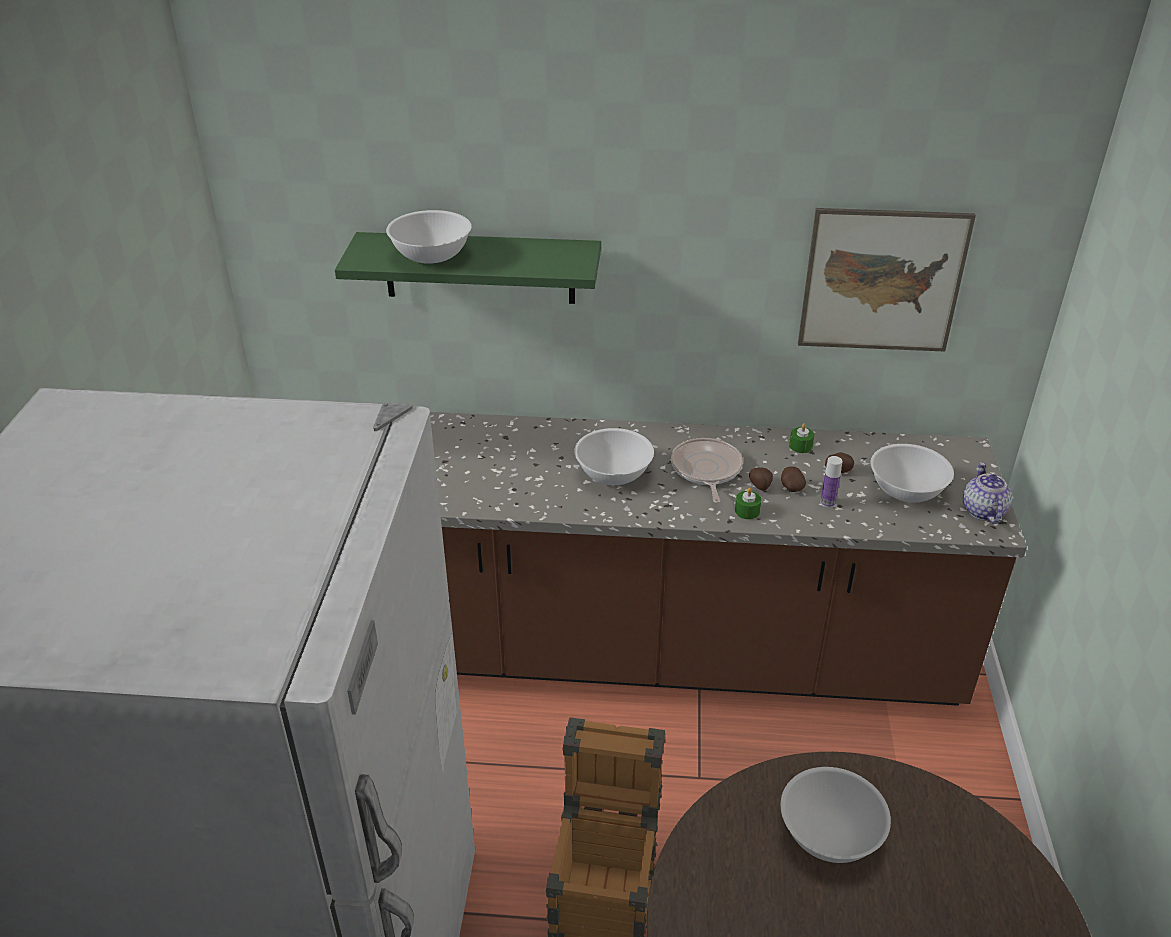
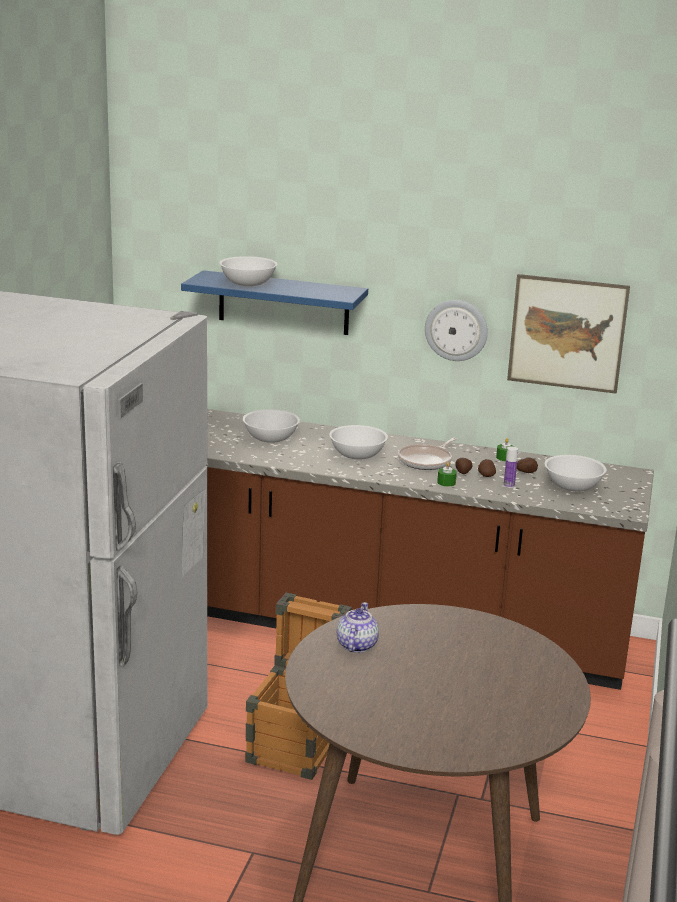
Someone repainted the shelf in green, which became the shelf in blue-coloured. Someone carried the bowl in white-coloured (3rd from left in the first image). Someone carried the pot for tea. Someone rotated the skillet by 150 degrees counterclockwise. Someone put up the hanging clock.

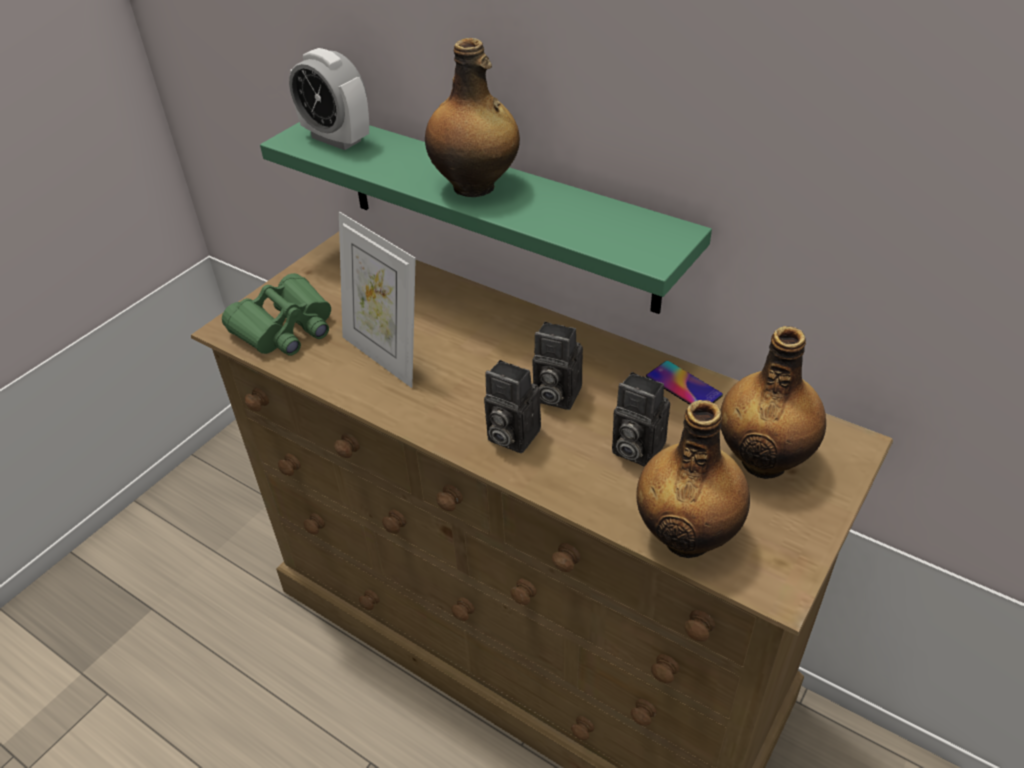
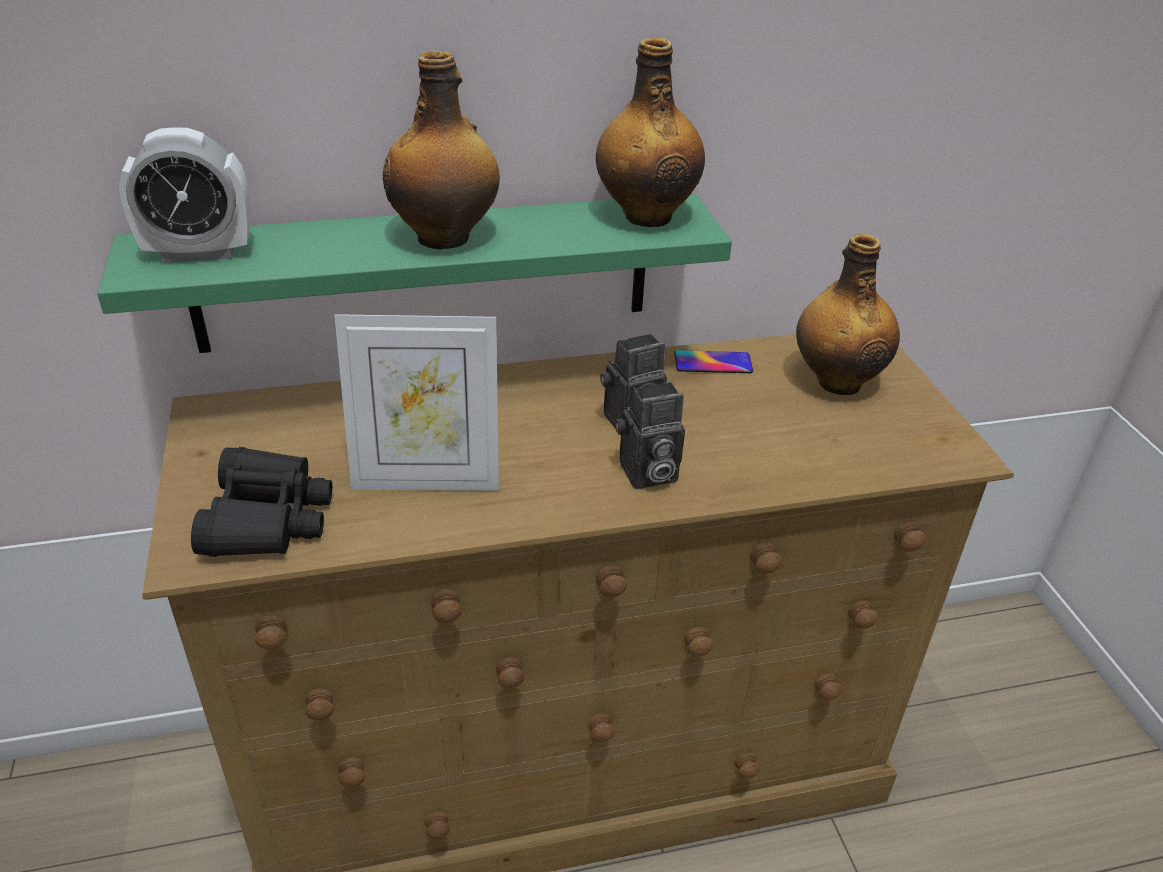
Someone repainted the pair of binoculars in green, which became the pair of binoculars in black. Someone carried the drink bottle (2nd from left). Someone took away the still camera (3rd from left).

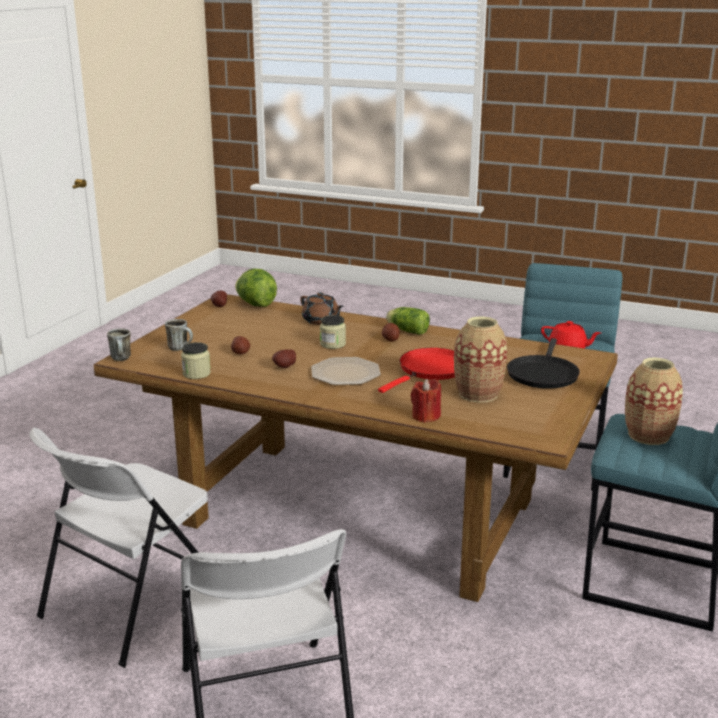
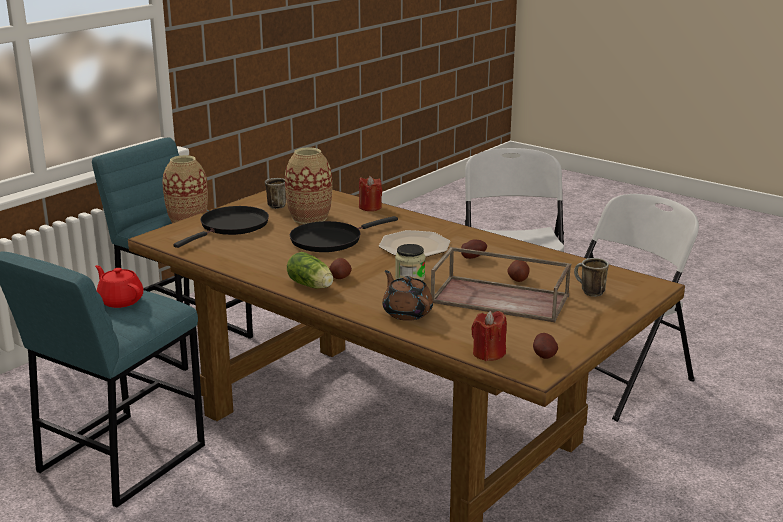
Someone carried the mug (1st from left). Someone repainted the skillet in reddish, which became the skillet in black (2nd from left). Someone put down the carrying tray in brown. Someone swapped the head of lettuce (1st from left) for the wax candle in reddish (2nd from left). Someone took away the storage jar (1st from left).

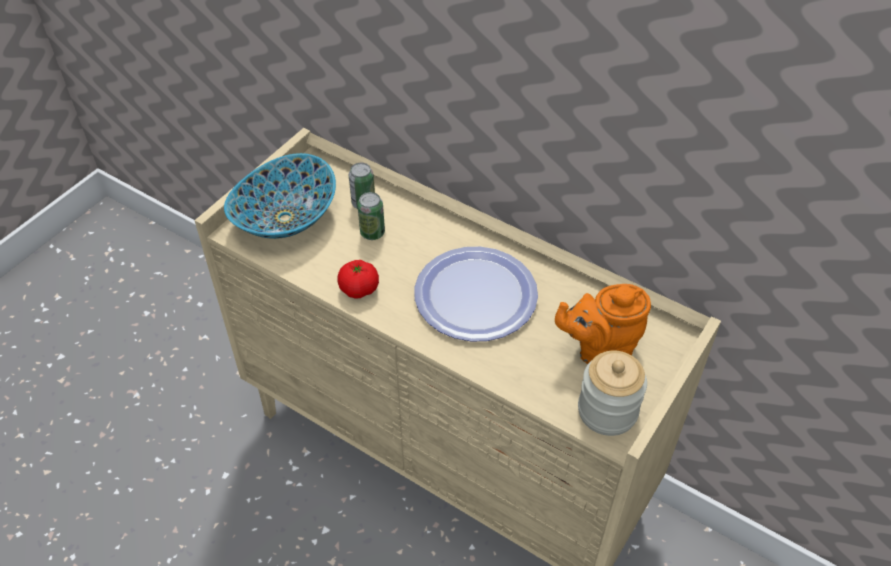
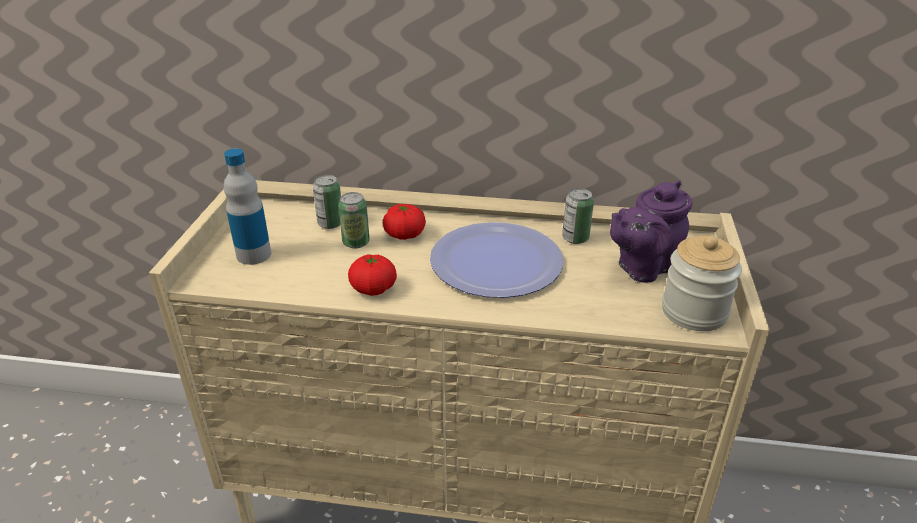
Someone swapped the bowl for the drink bottle. Someone put down the tomato (2nd from left). Someone put down the metal can (3rd from left). Someone repainted the pot for tea in orange, which became the pot for tea in purple-coloured.

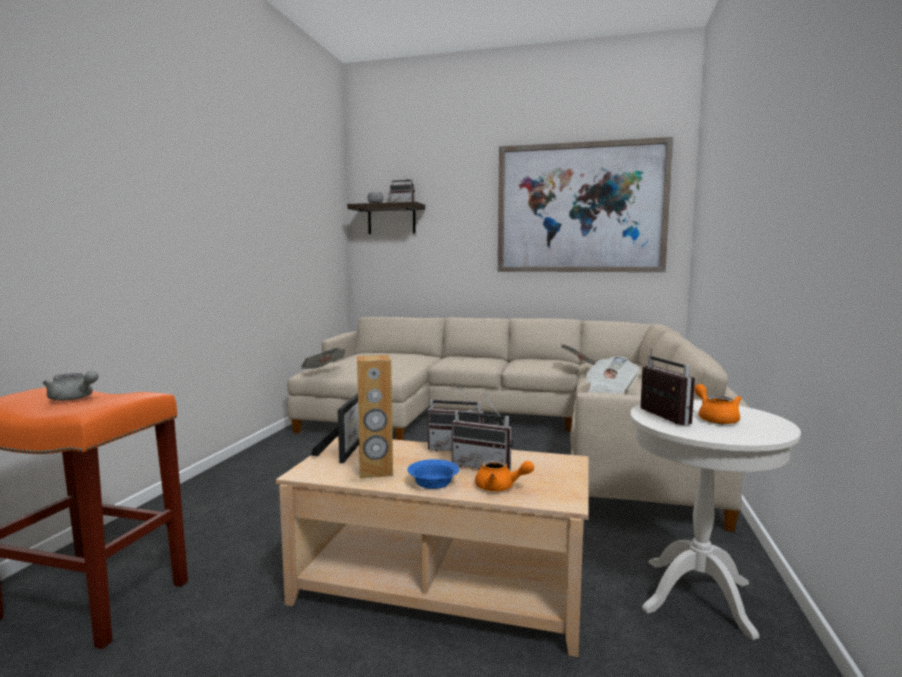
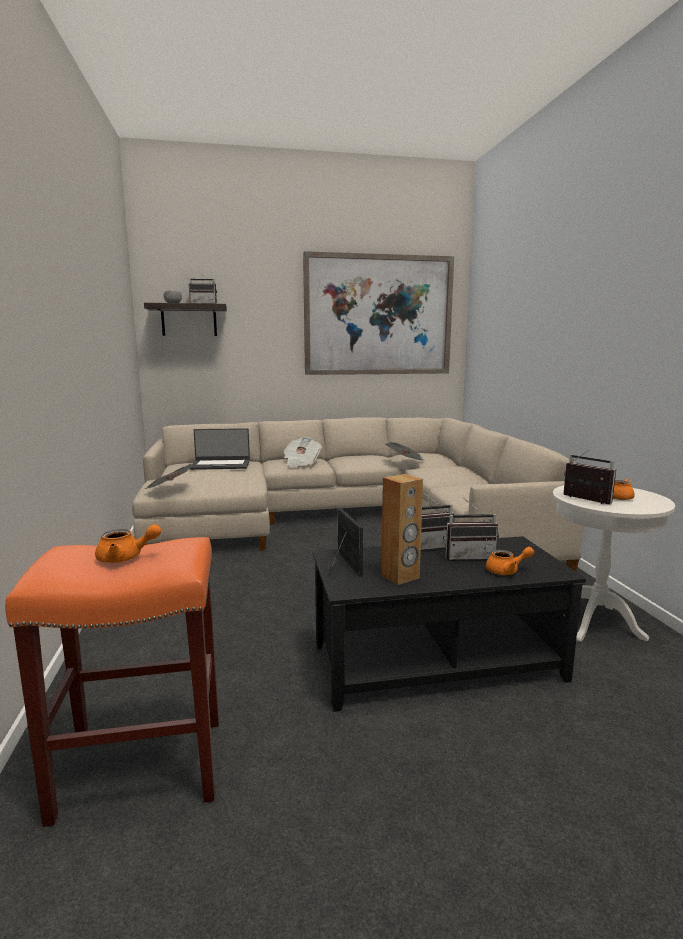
Someone repainted the pot for tea in grey, which became the pot for tea in orange (1st from left). Someone put down the laptop. Someone carried the daily paper (3rd from left in the first image). Someone repainted the coffee table in beige-coloured, which became the coffee table in black. Someone took away the bowl in blue-coloured.

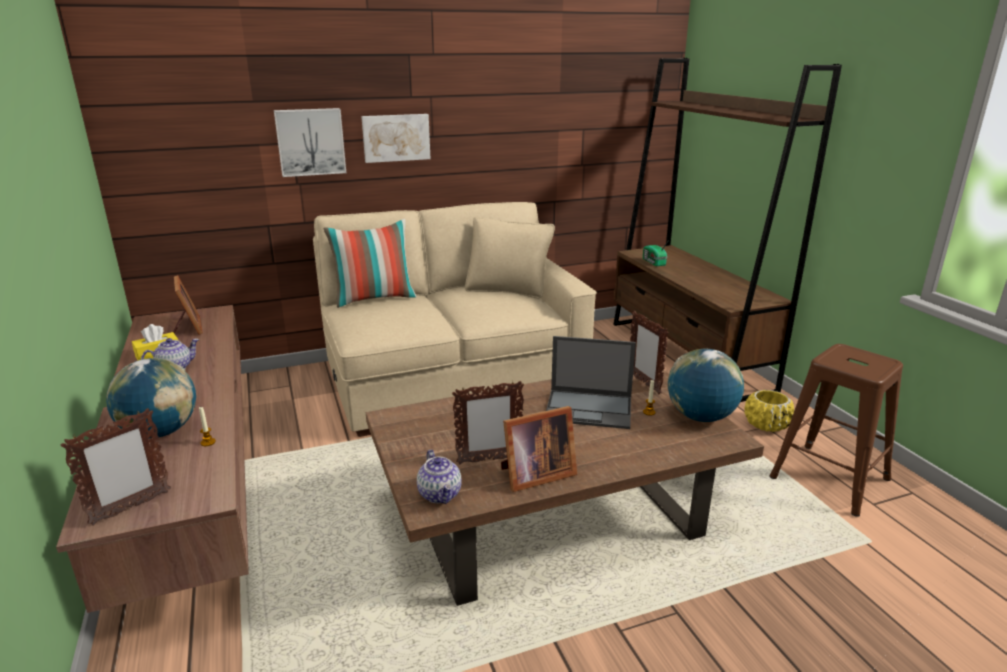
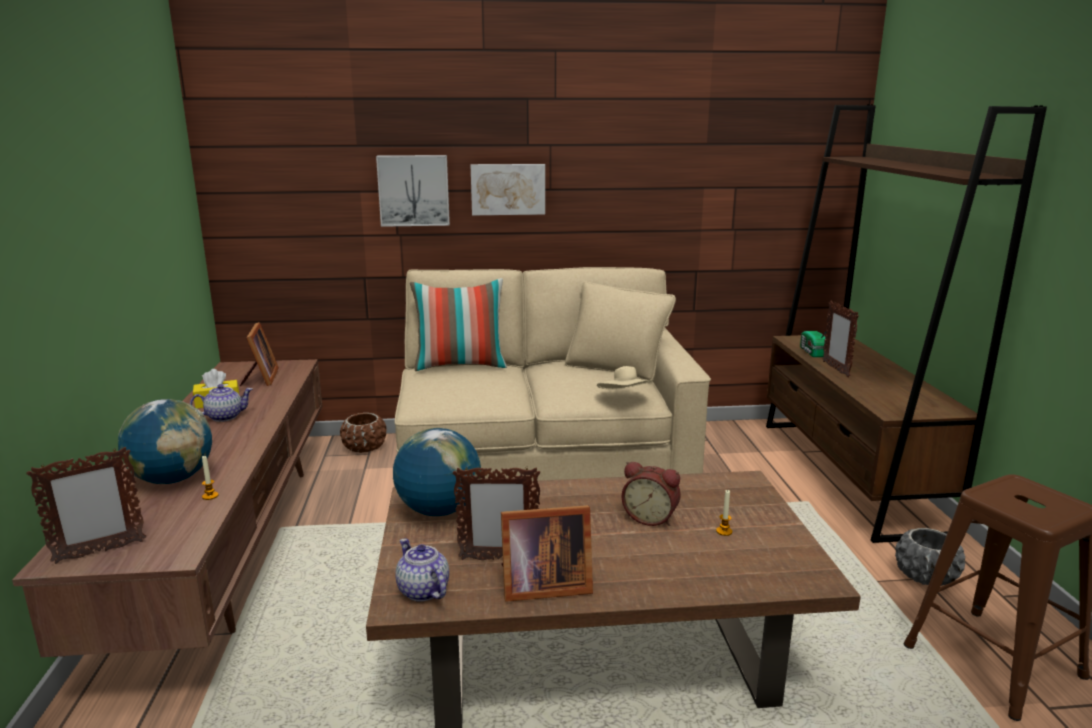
Someone put down the planter in brown. Someone carried the desk globe (2nd from left). Someone rotated the pot for tea (2nd from left) by 150 degrees clockwise. Someone put down the hat in beige-coloured. Someone swapped the laptop for the table clock. Someone carried the standing frame (5th from left). Someone repainted the planter in yellow, which became the planter in grey.

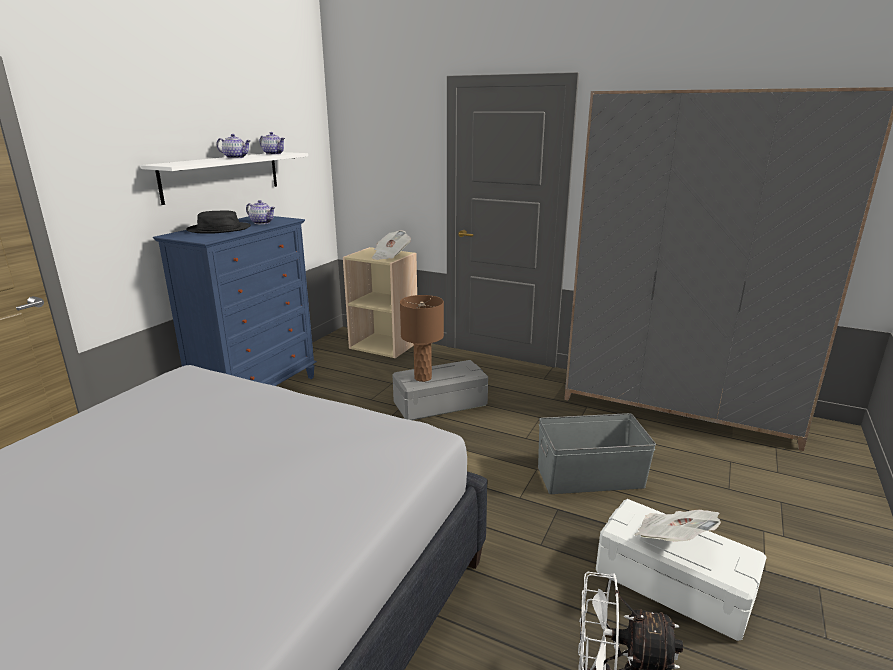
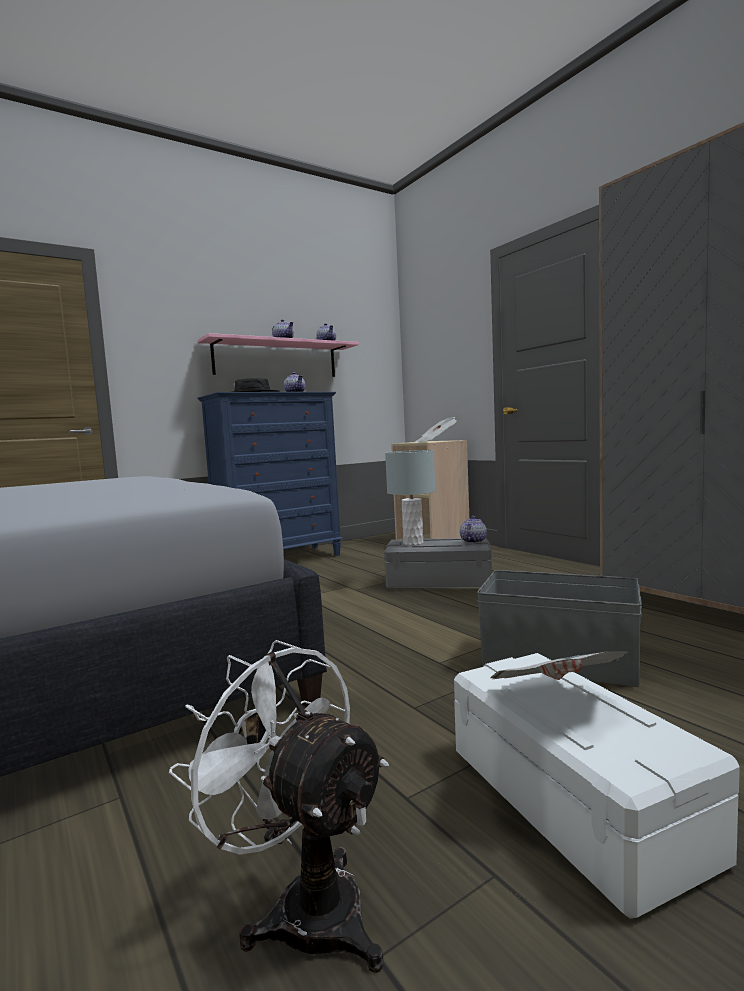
Someone repainted the shelf in white-coloured, which became the shelf in pink. Someone repainted the lamp for a table in brown, which became the lamp for a table in grey. Someone put down the pot for tea (4th from left).

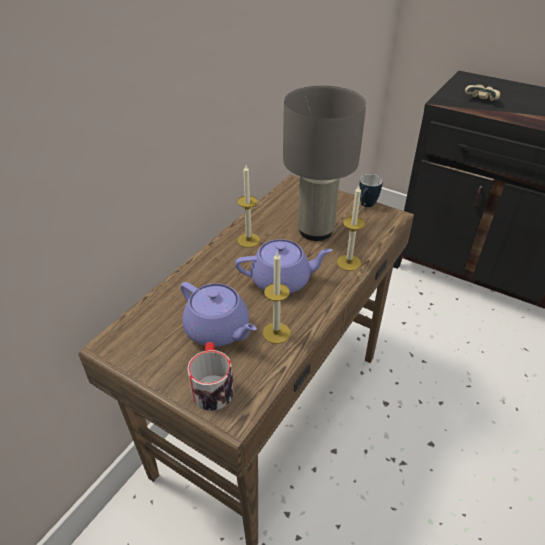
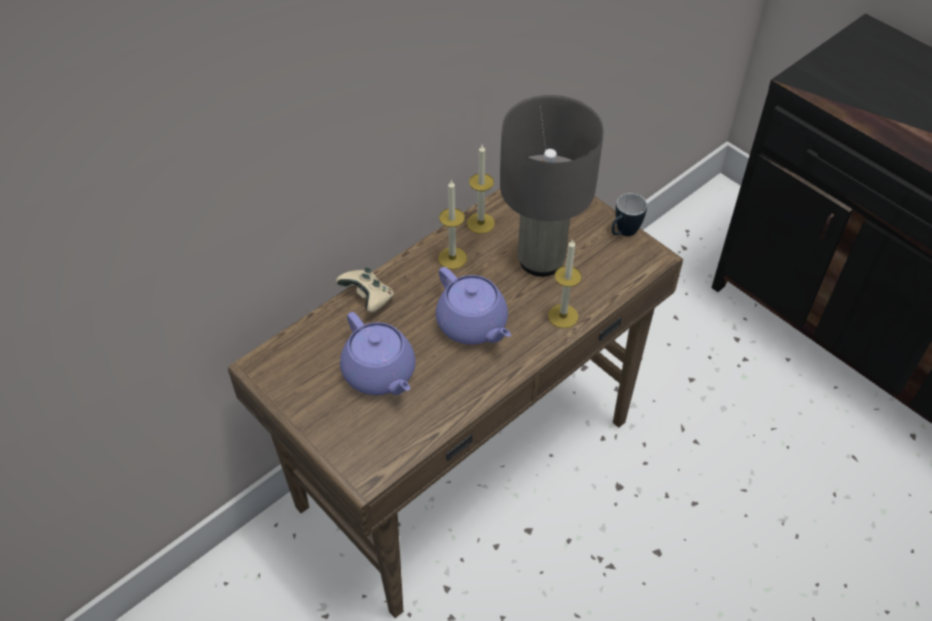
Someone carried the joypad in beige-coloured. Someone rotated the pot for tea in purple-coloured (2nd from left) by 45 degrees clockwise. Someone carried the wax candle (2nd from left). Someone took away the mug (1st from left).

